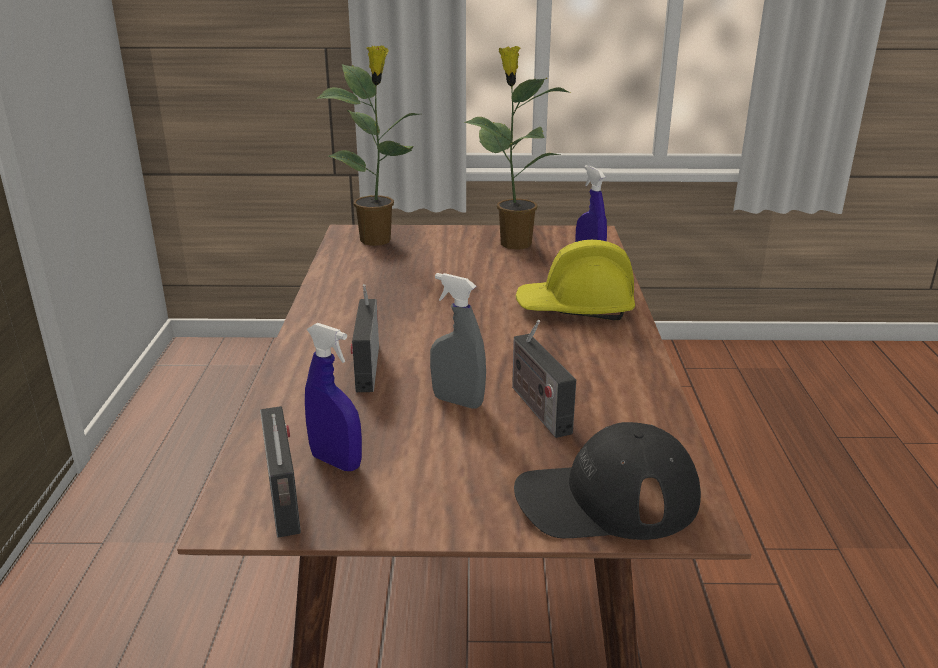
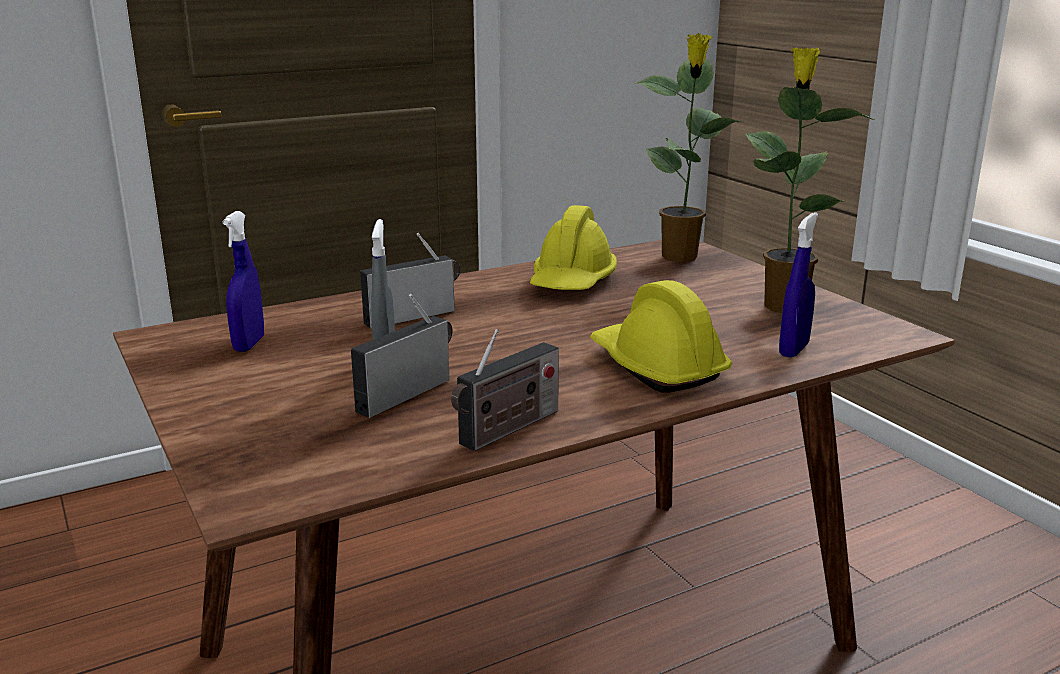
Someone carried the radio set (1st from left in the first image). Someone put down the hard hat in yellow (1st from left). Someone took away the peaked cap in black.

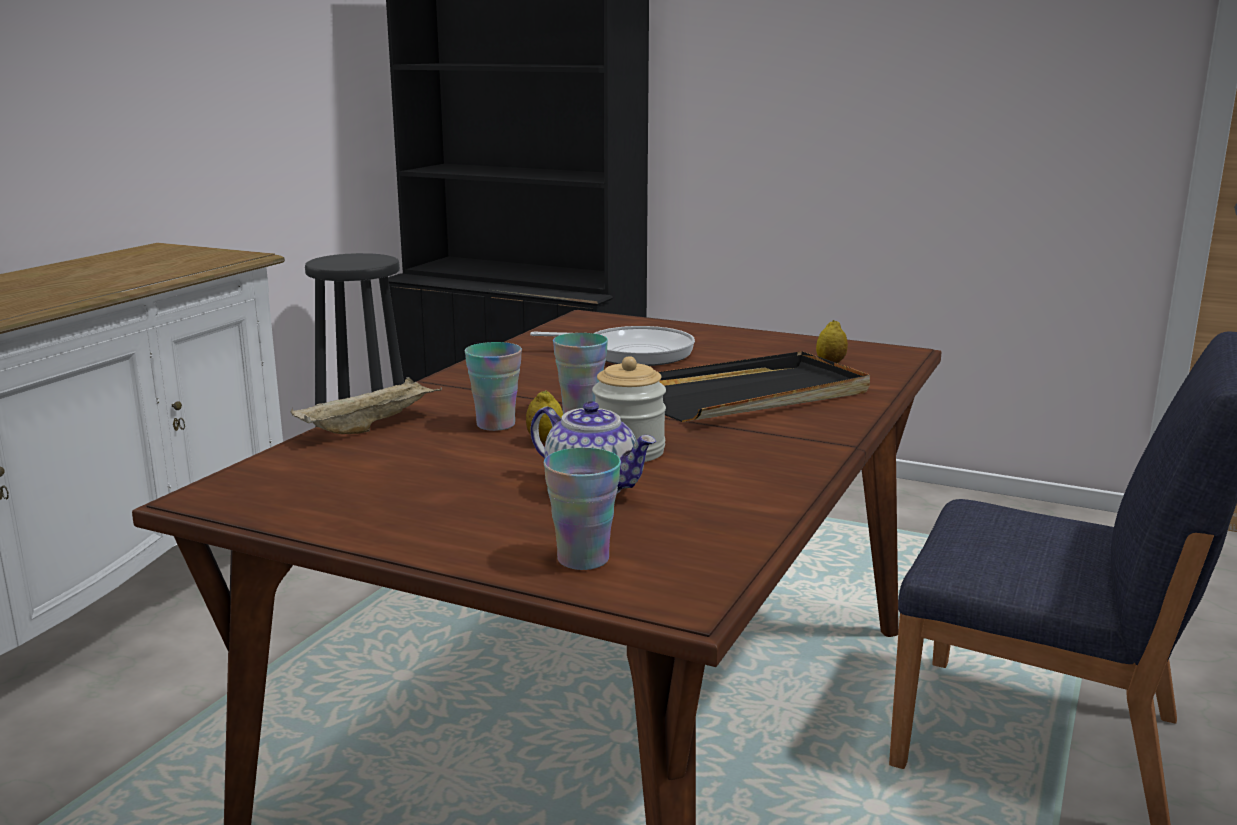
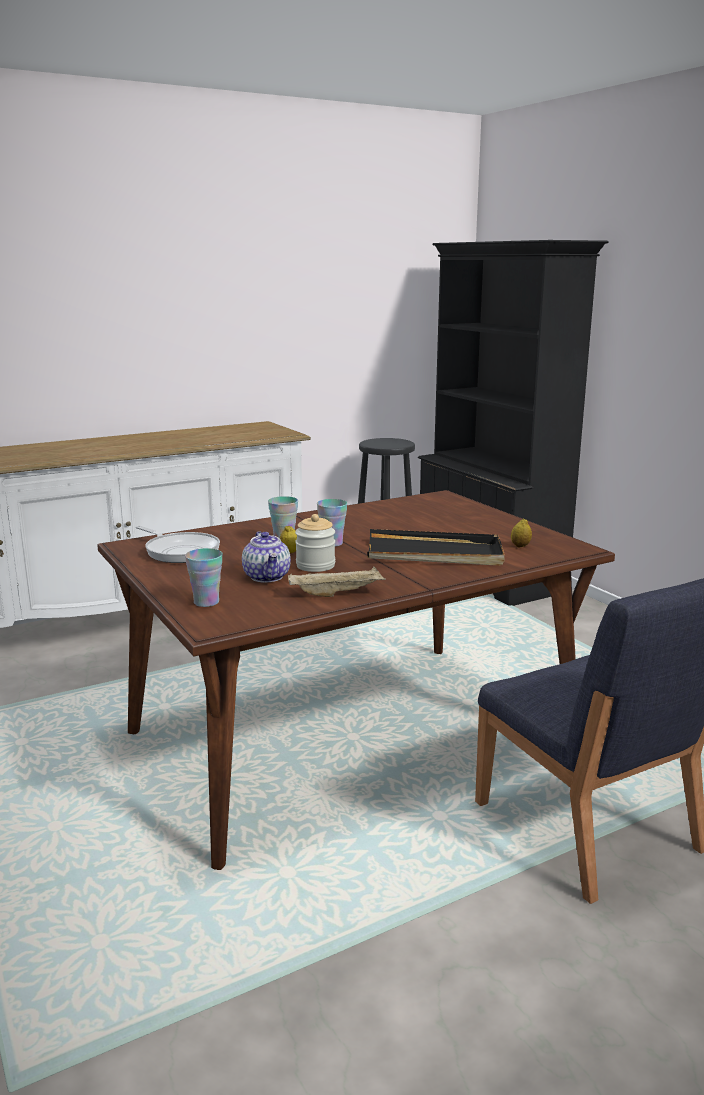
Someone carried the skillet. Someone carried the carrying tray in beige-coloured.

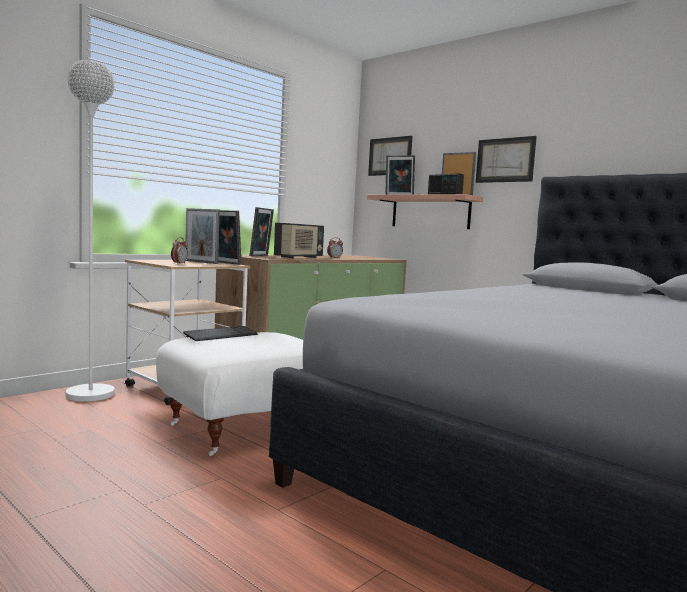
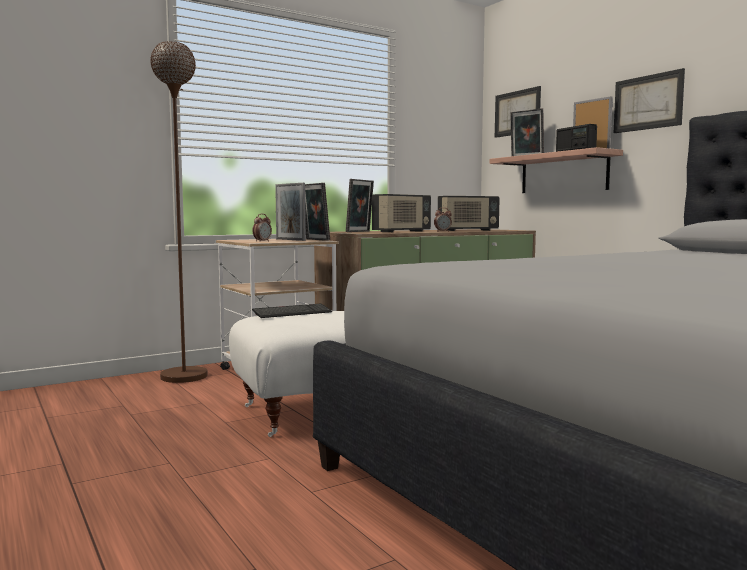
Someone repainted the standard lamp in white-coloured, which became the standard lamp in brown. Someone put down the radio set (2nd from left).

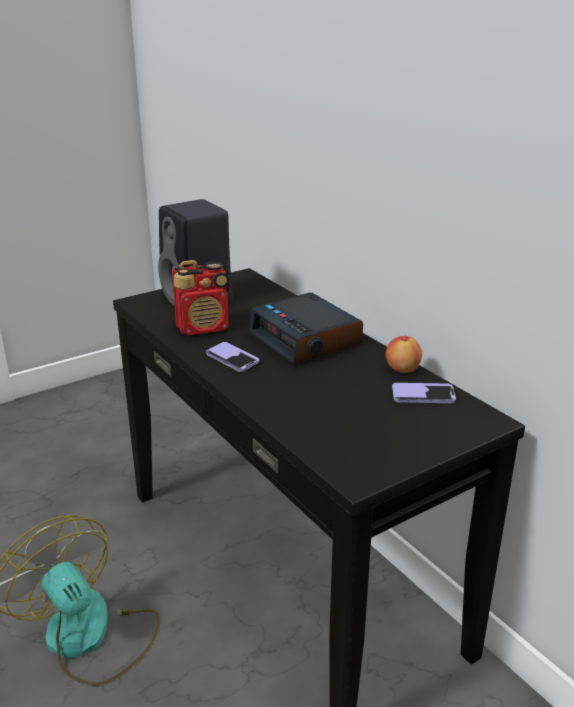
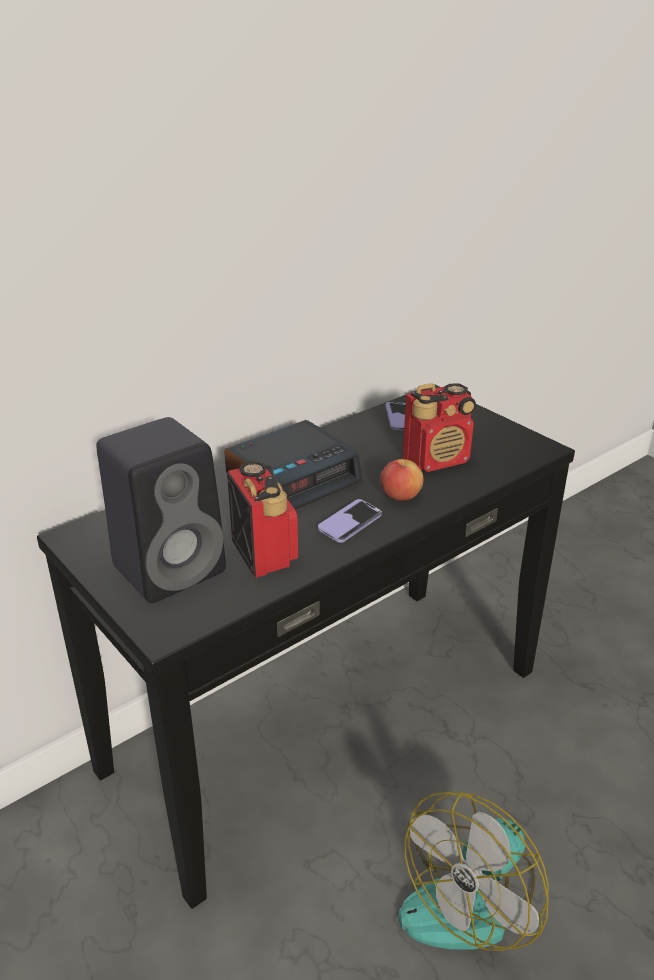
Someone carried the whole apple. Someone put down the radio set (2nd from left).

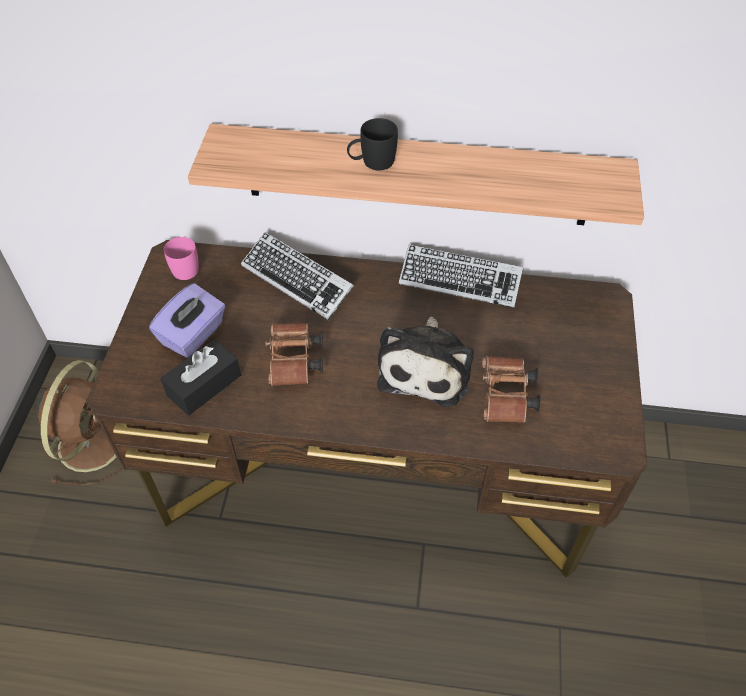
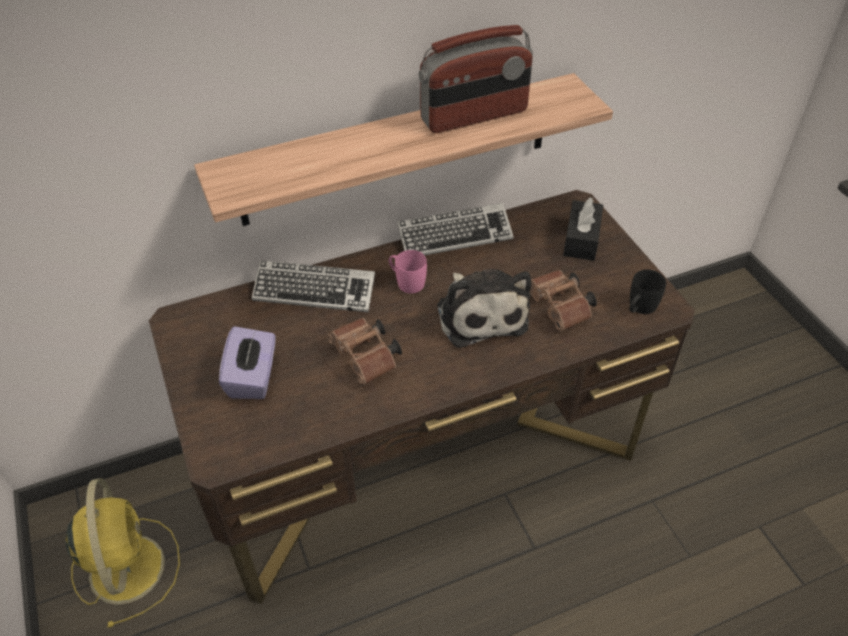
Someone repainted the electric fan in brown, which became the electric fan in yellow. Someone carried the mug in pink. Someone put down the radio set. Someone carried the tissue holder in black. Someone carried the mug in black.

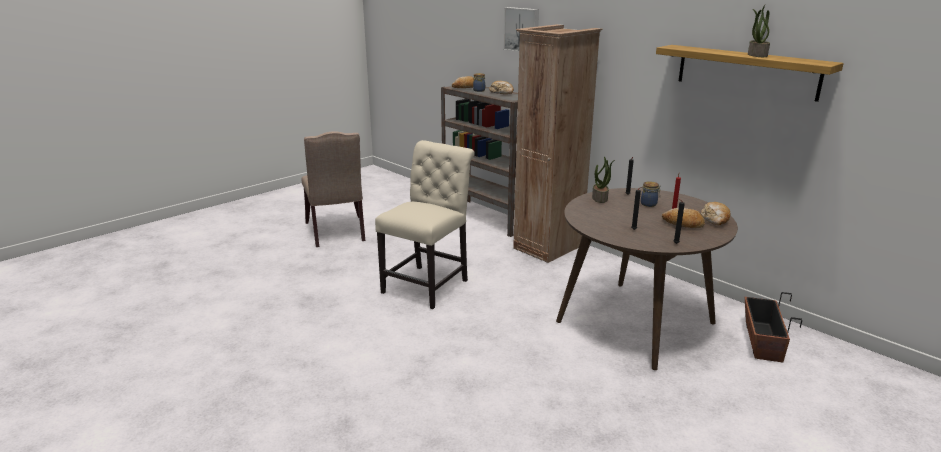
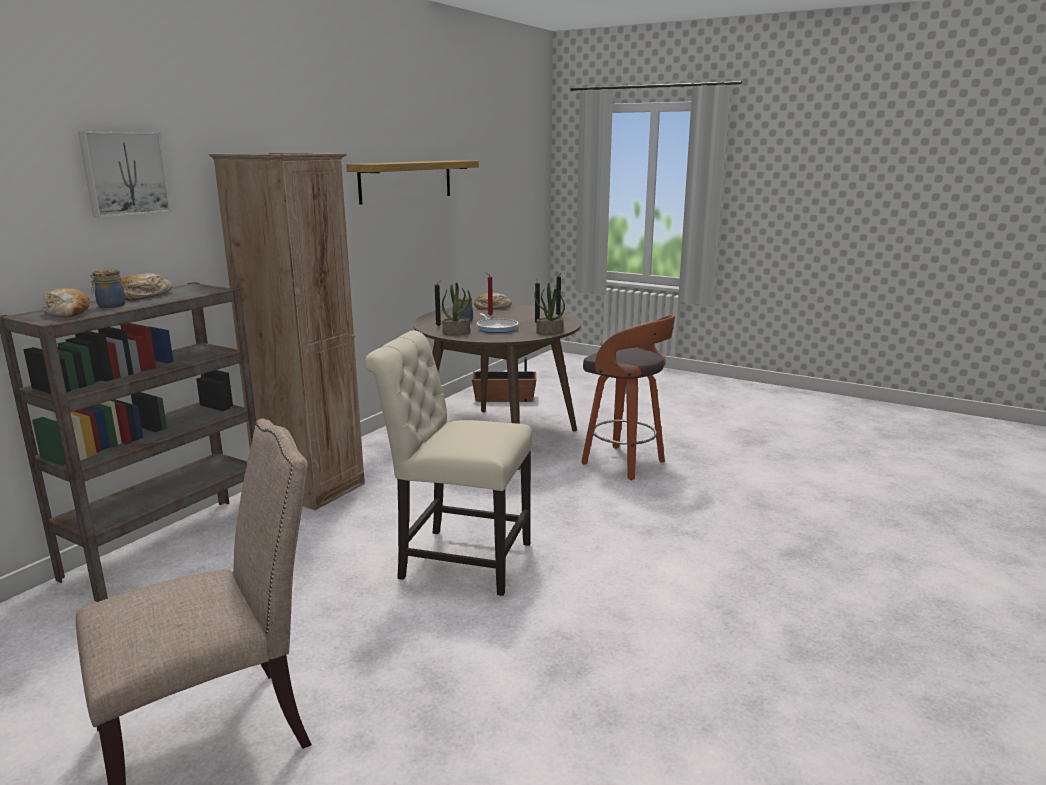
Someone put down the skillet. Someone carried the houseplant (2nd from left). Someone put down the stool. Someone took away the bakery bread (3rd from left).

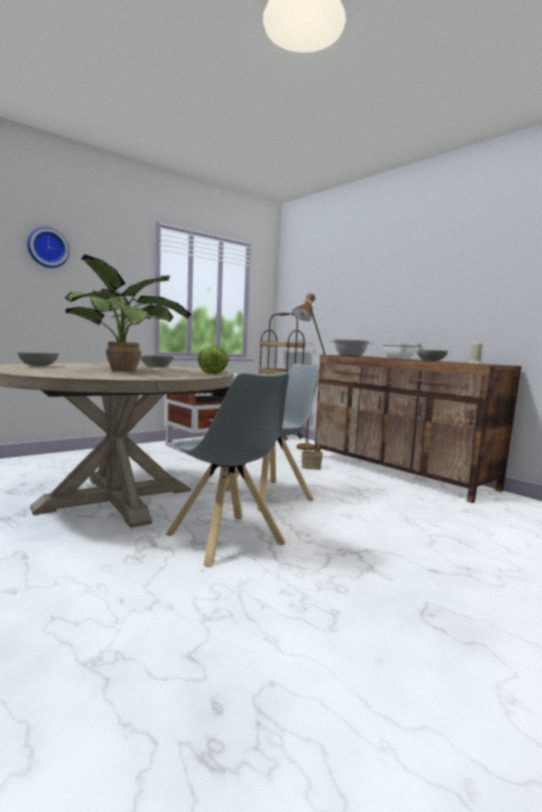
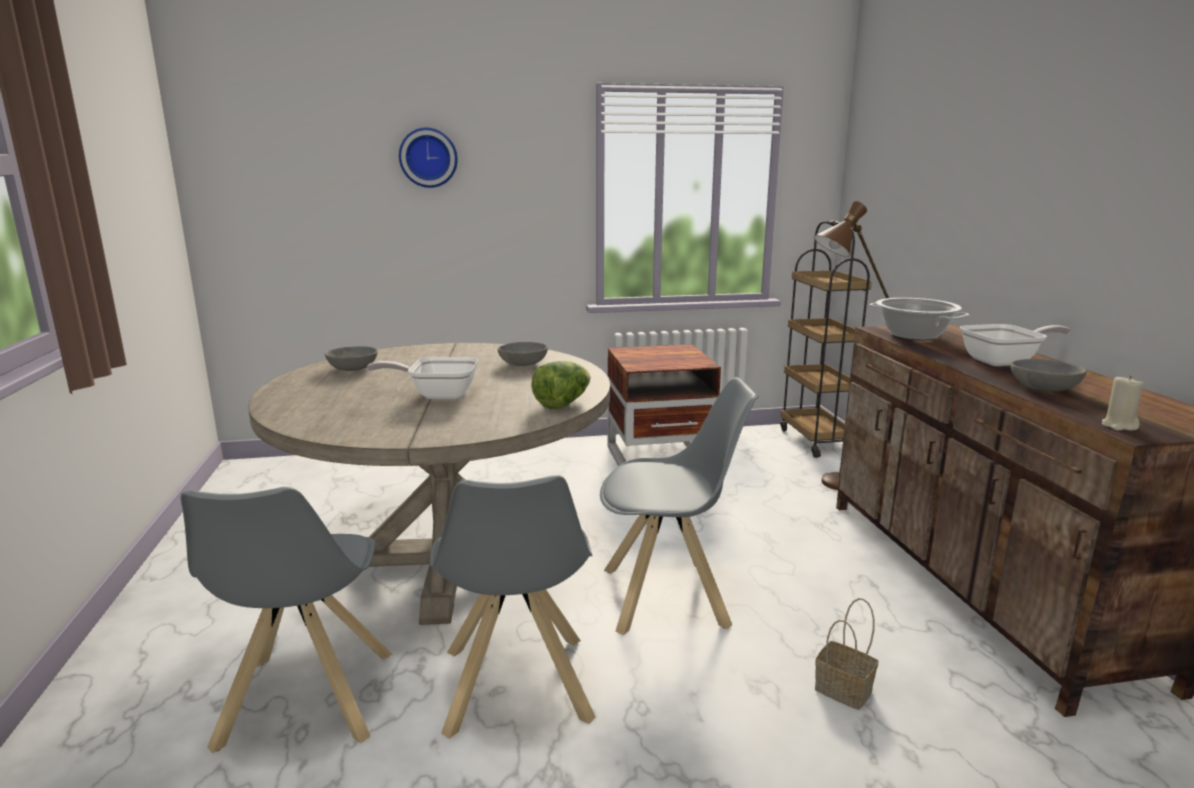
Someone put down the chair in grey (1st from left). Someone swapped the houseplant for the skillet (1st from left). Someone carried the basket.

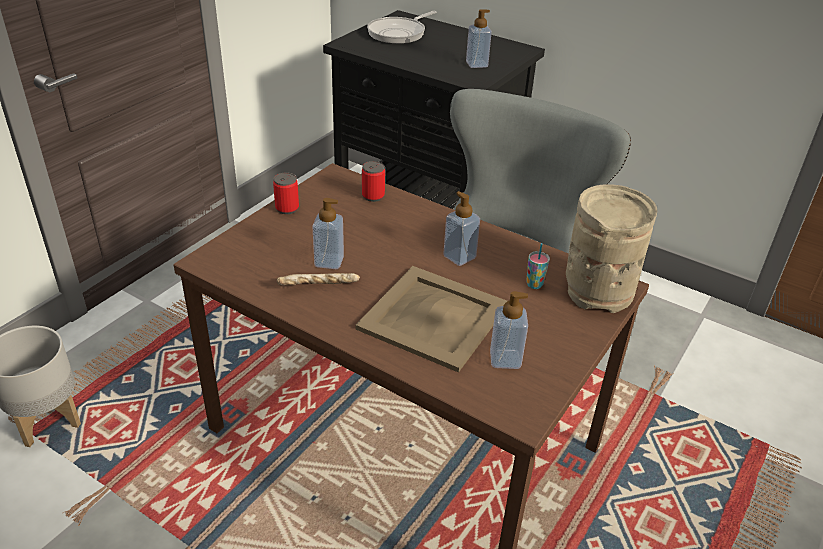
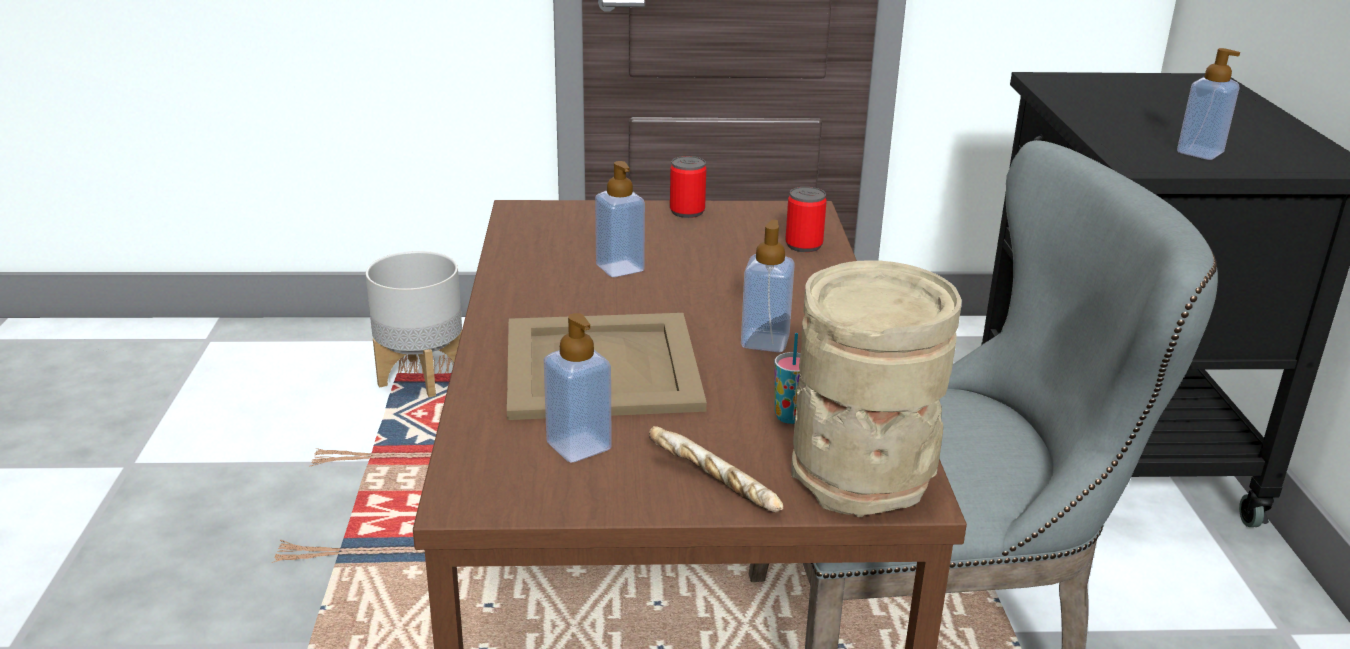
Someone carried the bakery bread. Someone took away the skillet.

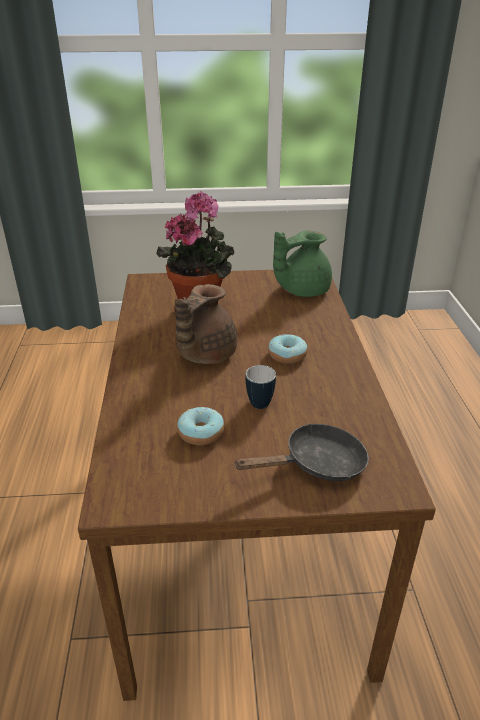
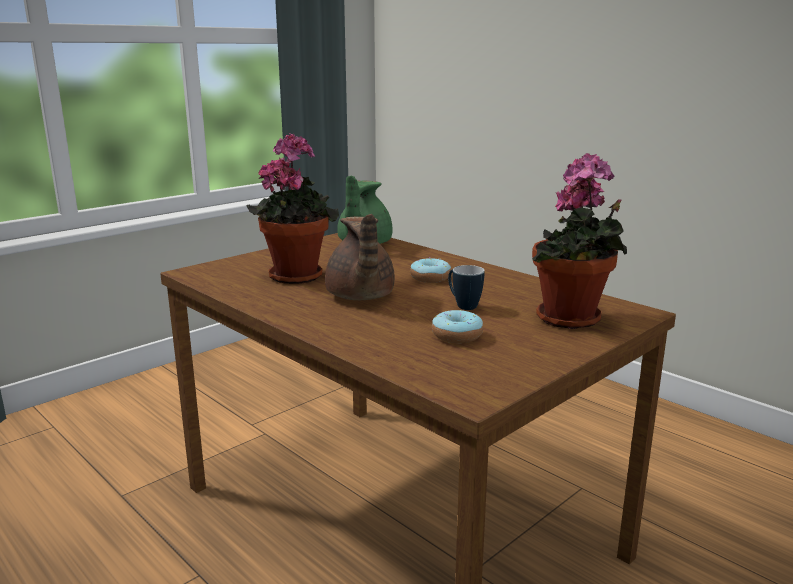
Someone swapped the skillet in black for the houseplant (2nd from left).

